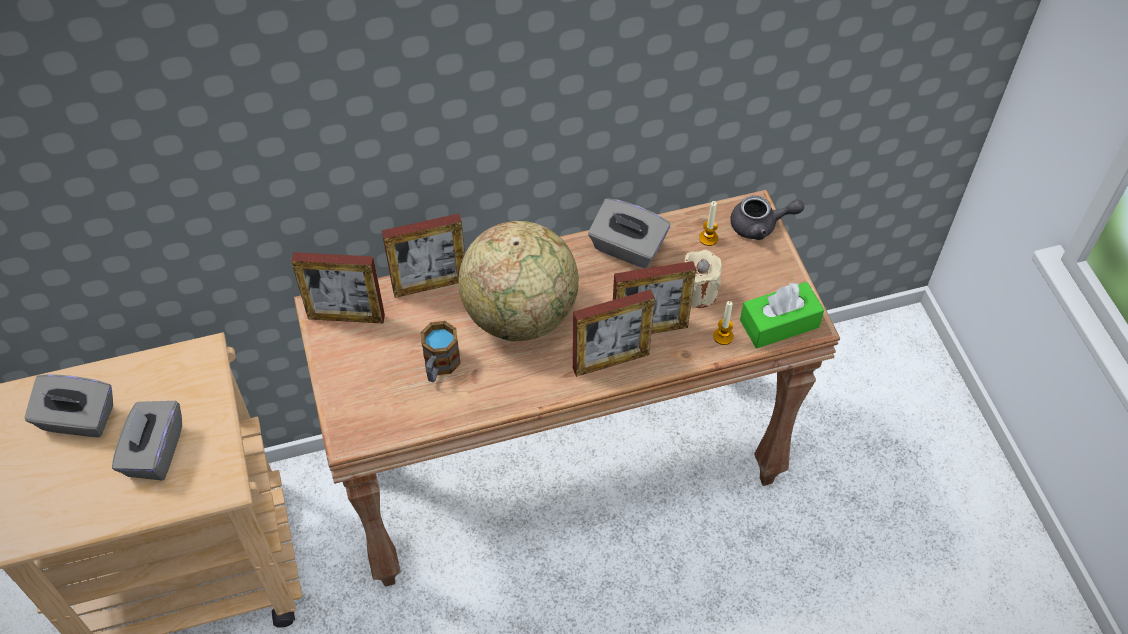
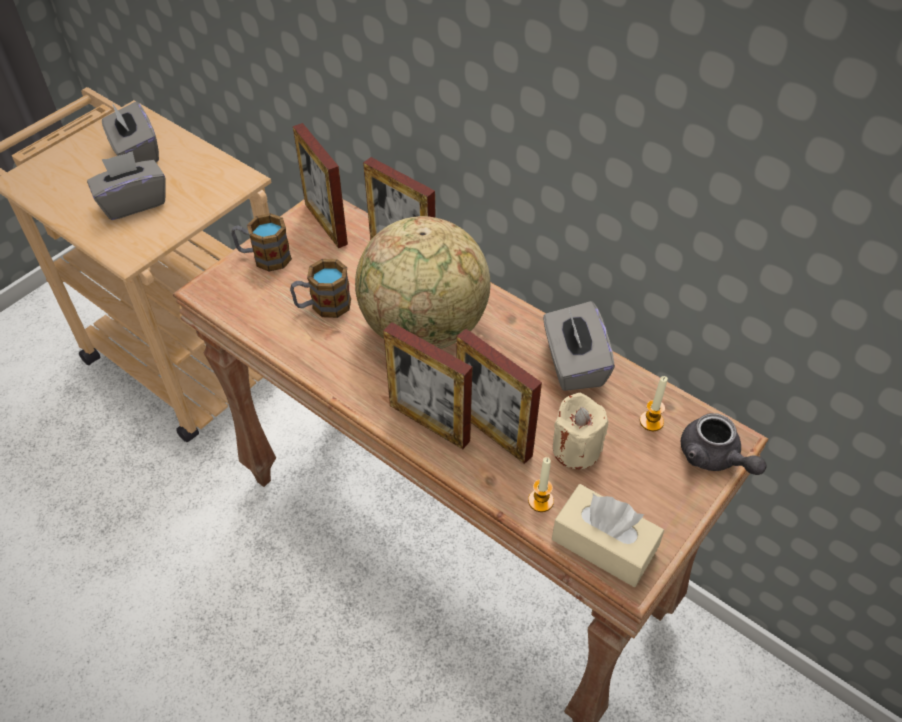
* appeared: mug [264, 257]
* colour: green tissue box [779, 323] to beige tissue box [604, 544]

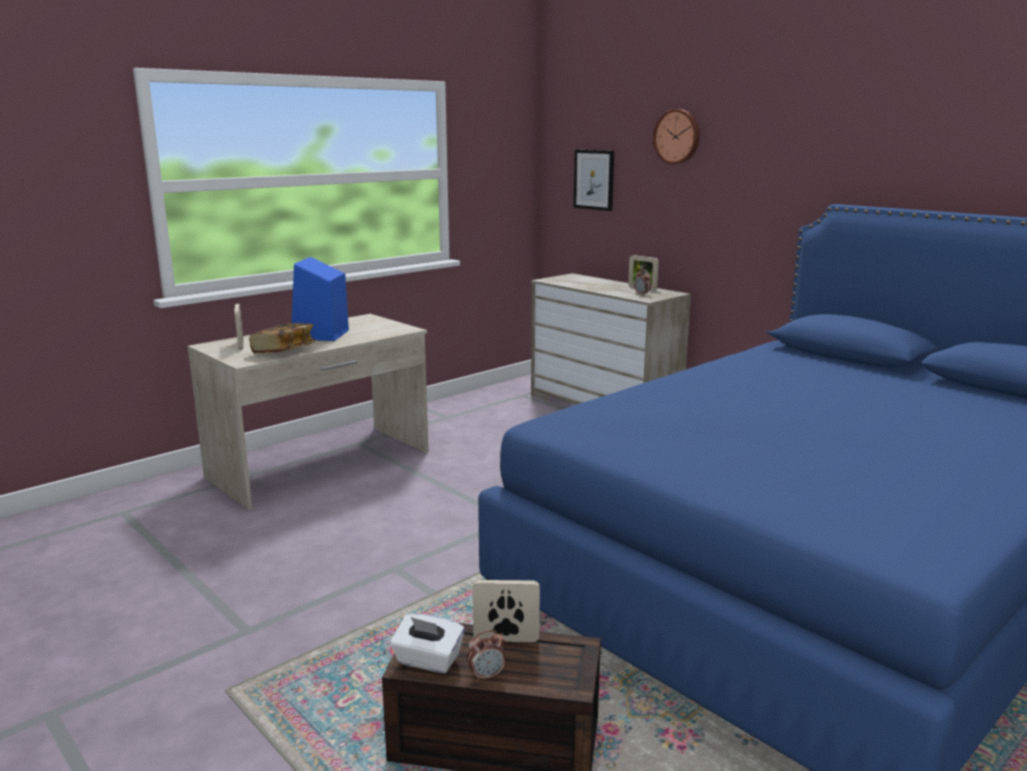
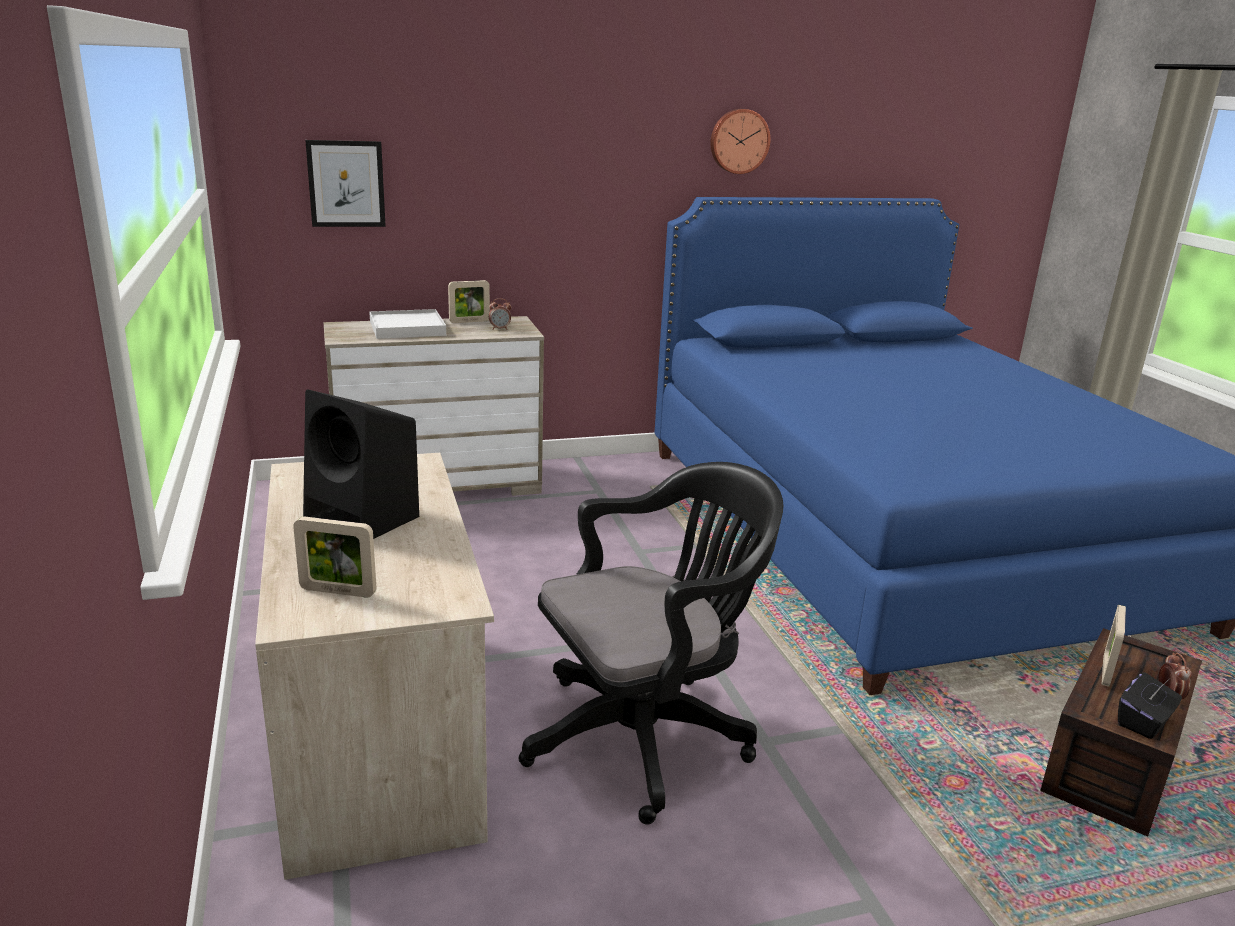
* missing: book [284, 351]
* appeared: white tray [407, 328]
* appeared: black office chair [646, 736]
* relocated: wall clock [677, 136] to [739, 141]
* colour: blue speaker [320, 335] to black speaker [365, 520]
* colour: white tissue box [428, 660] to black tissue box [1144, 722]

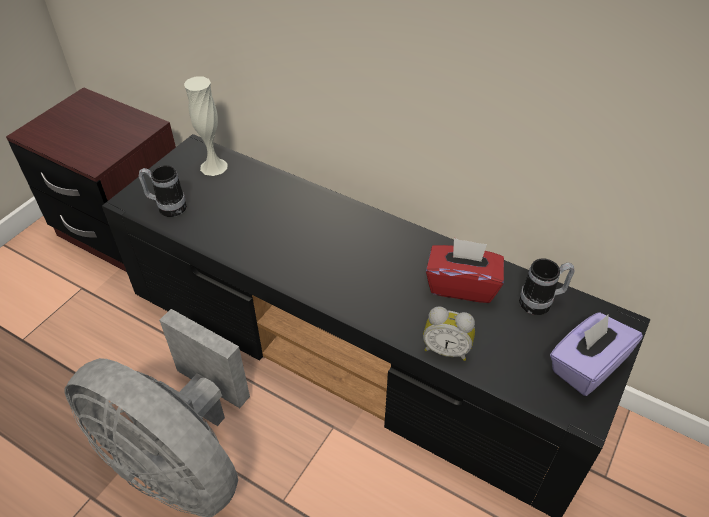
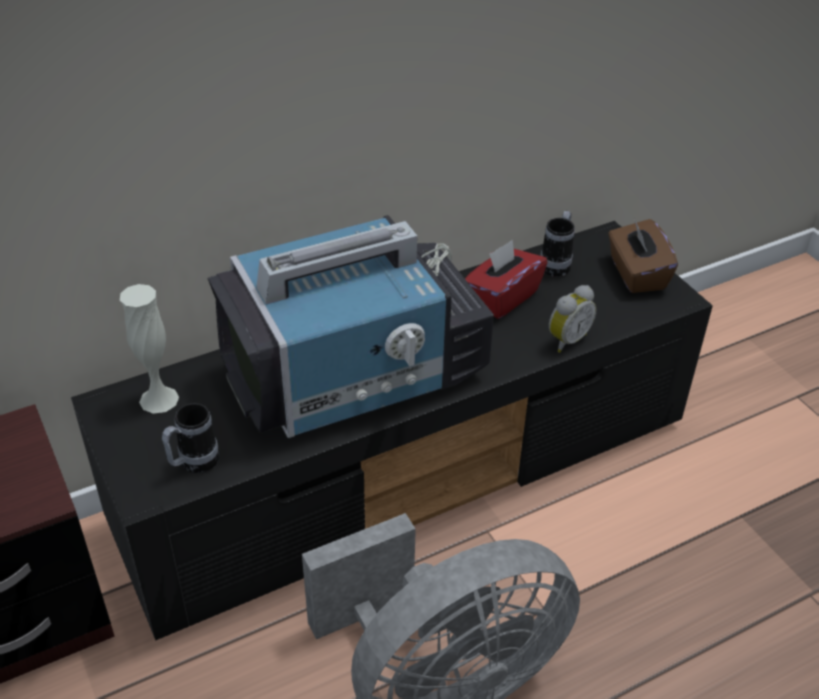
* appeared: television [357, 373]
* colour: purple tissue box [586, 366] to brown tissue box [636, 274]

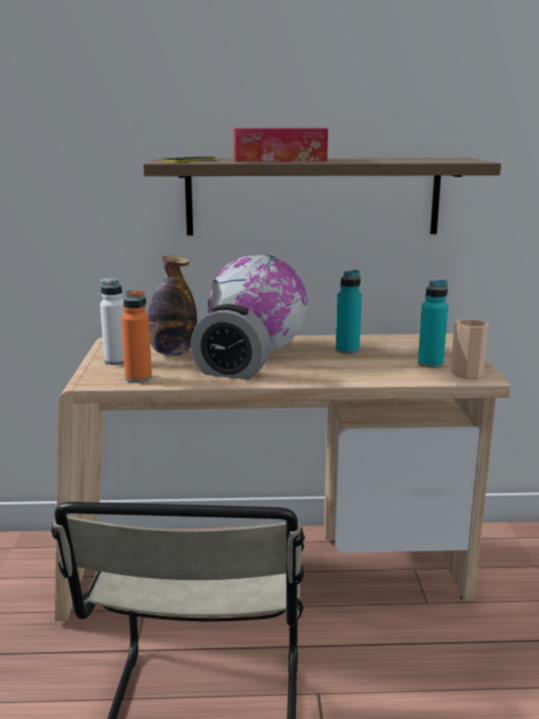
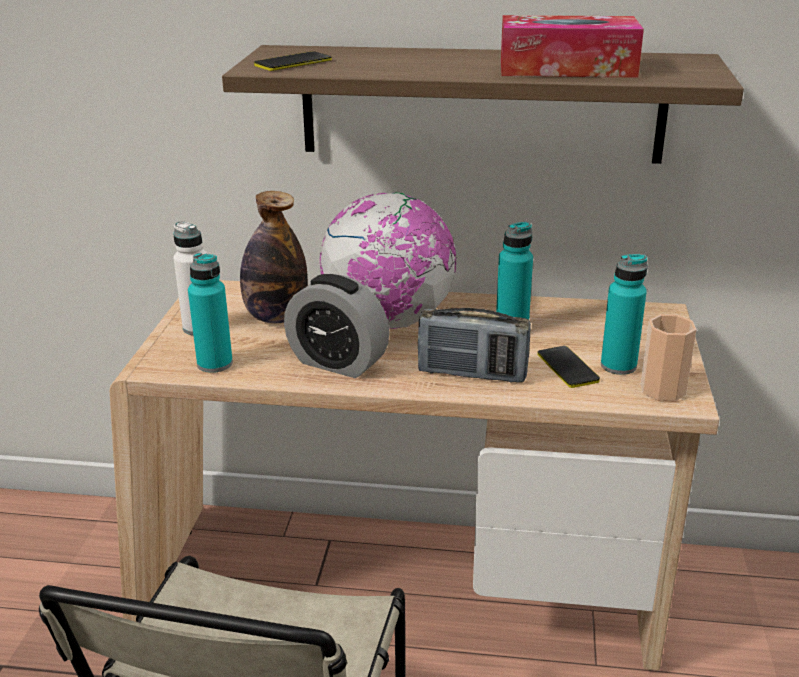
* appeared: radio [472, 374]
* appeared: phone [567, 367]
* relocated: tissue box [279, 160] to [567, 68]
* colour: orange bottle [138, 378] to turquoise bottle [215, 364]

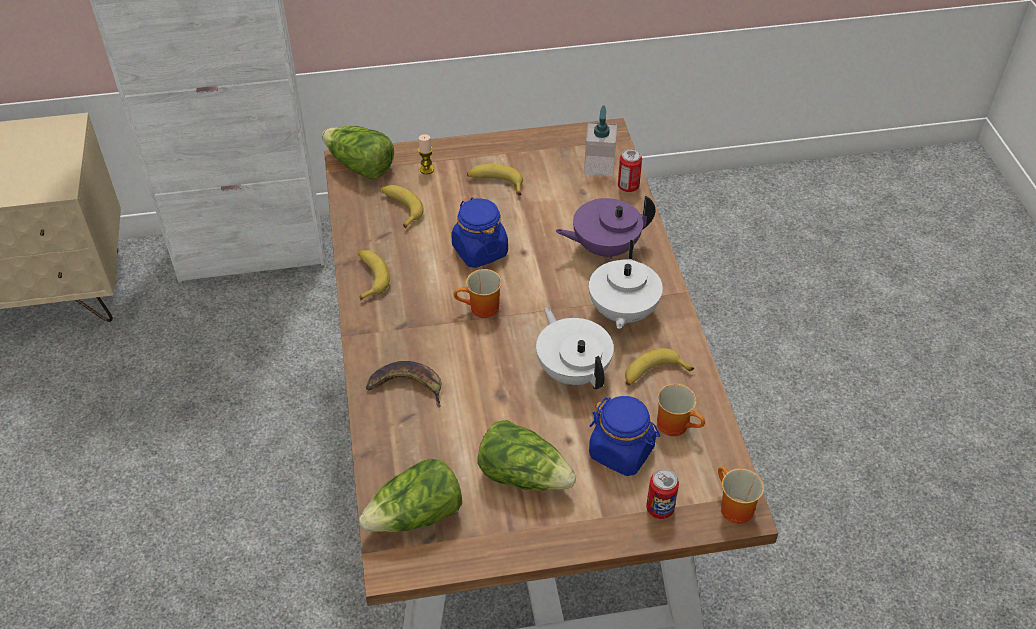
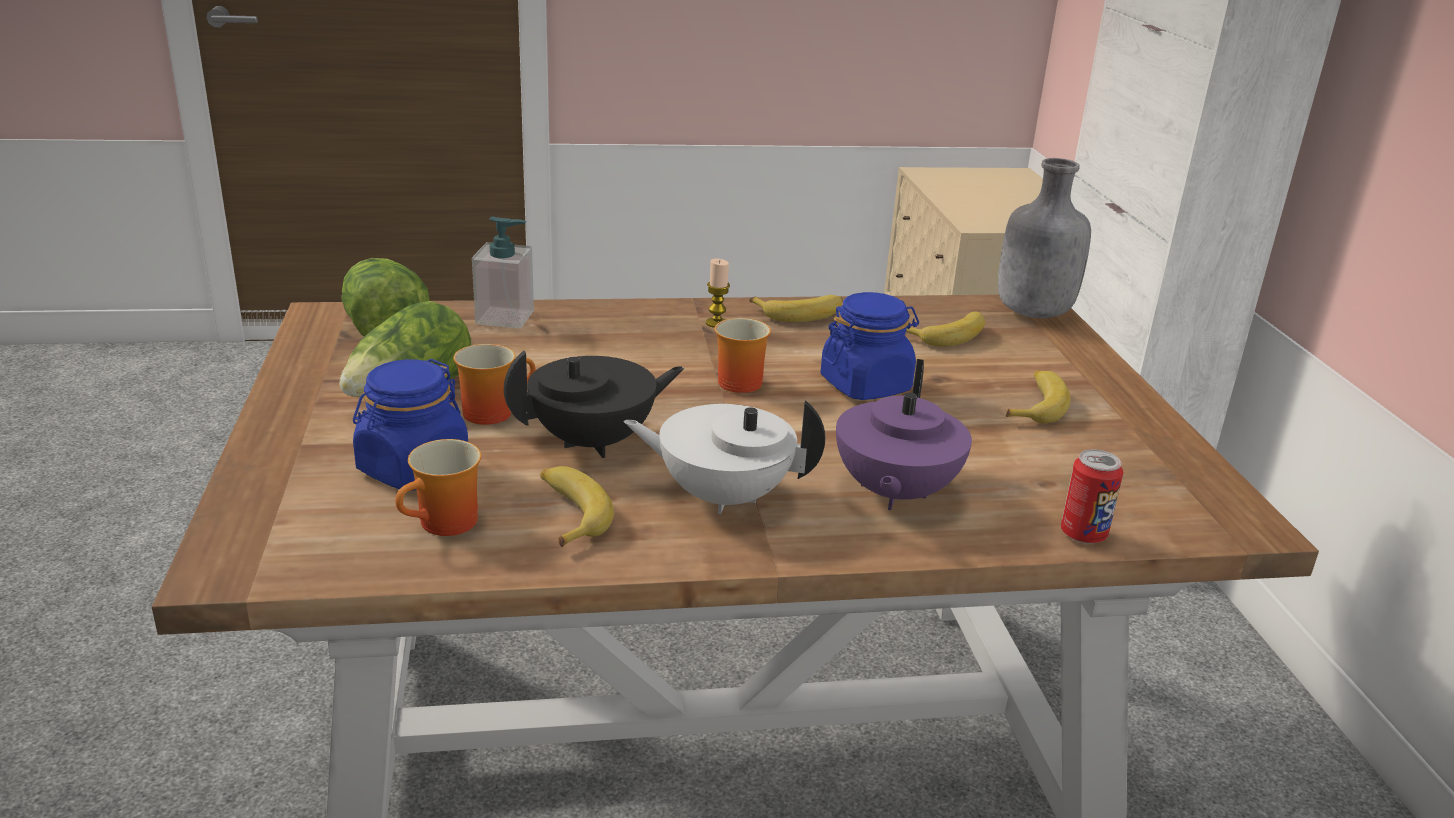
* missing: banana [407, 386]
* missing: can [660, 509]
* relocated: candle [426, 169] to [716, 323]
* relocated: soap dispenser [599, 166] to [505, 317]
* relocated: mug [732, 508] to [492, 411]
* exchanged: lettuce [360, 166] to grey bottle [1031, 312]
* colour: white teapot [573, 371] to black teapot [595, 442]
* spun: purple teapot [604, 247] = [893, 493] 150 degrees counterclockwise

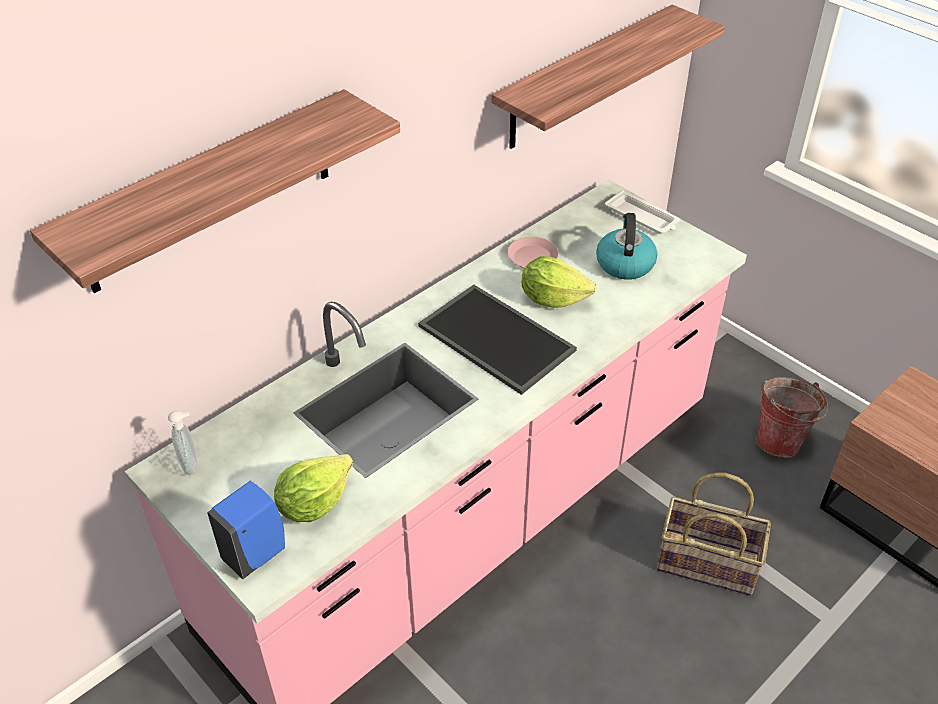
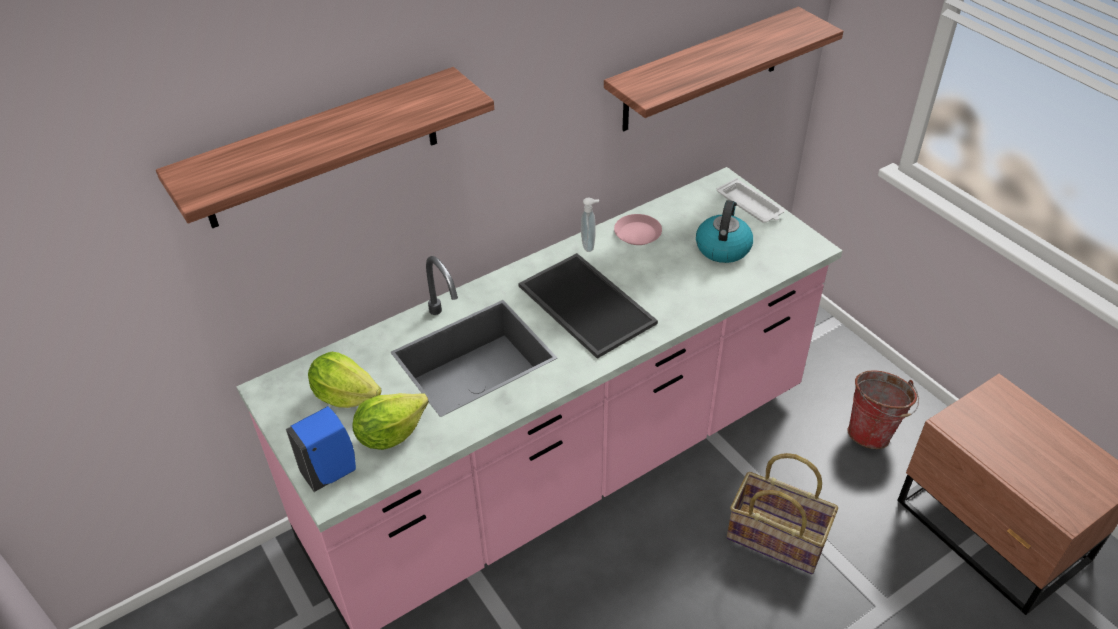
* relocated: soap dispenser [192, 464] to [589, 245]
* relocated: lettuce [553, 298] to [345, 395]

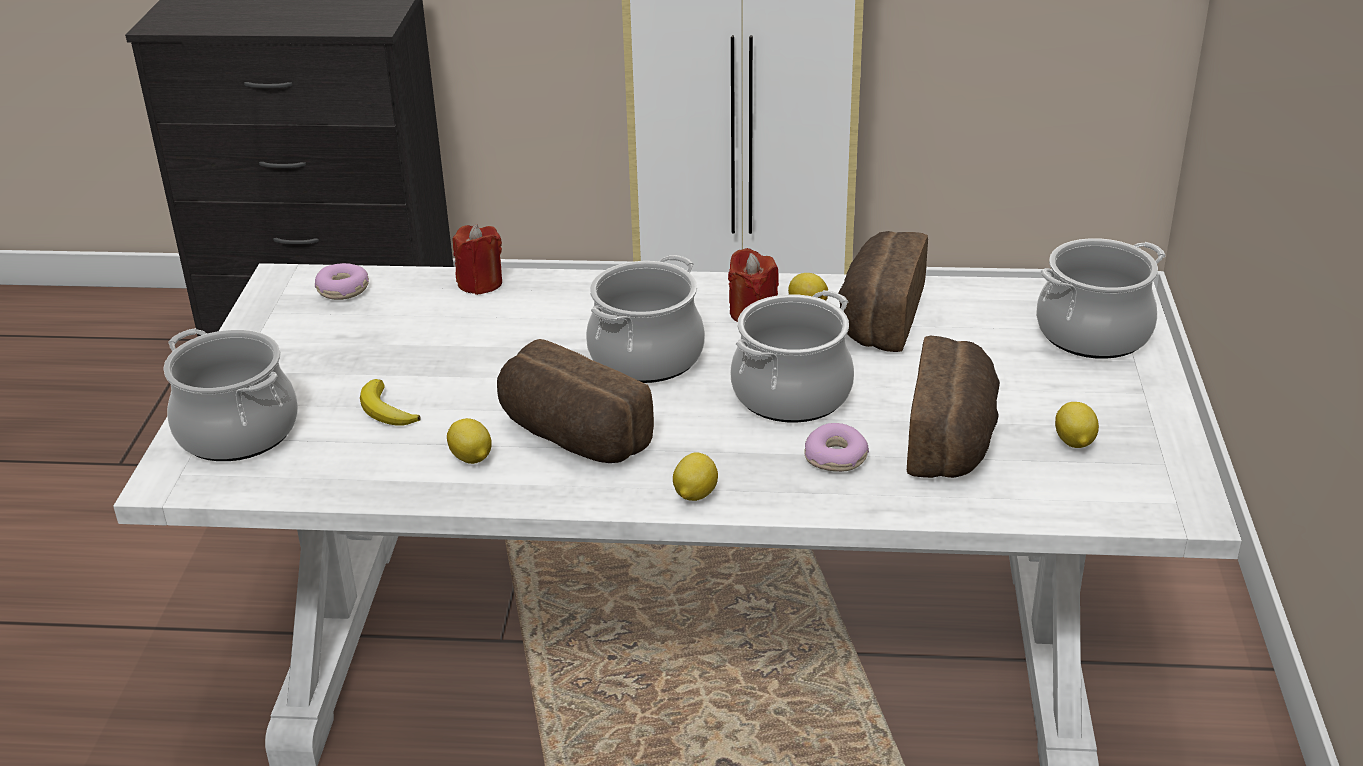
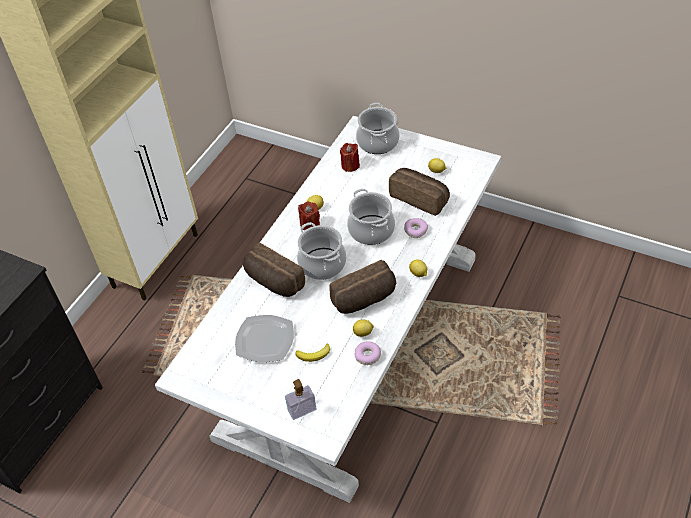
* appeared: plate [264, 339]
* relocated: donut [343, 290] to [368, 356]
* relocated: red candle [480, 283] to [350, 165]
* relocated: bread [878, 316] to [273, 282]
* exchanged: cooking pot [237, 432] to soap dispenser [302, 410]

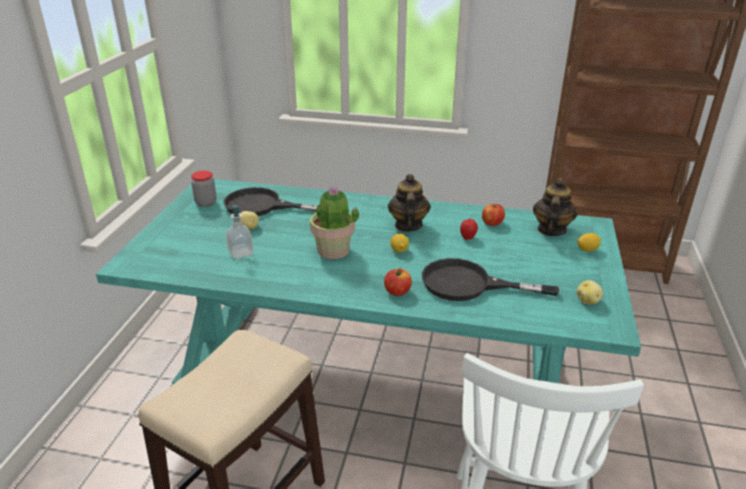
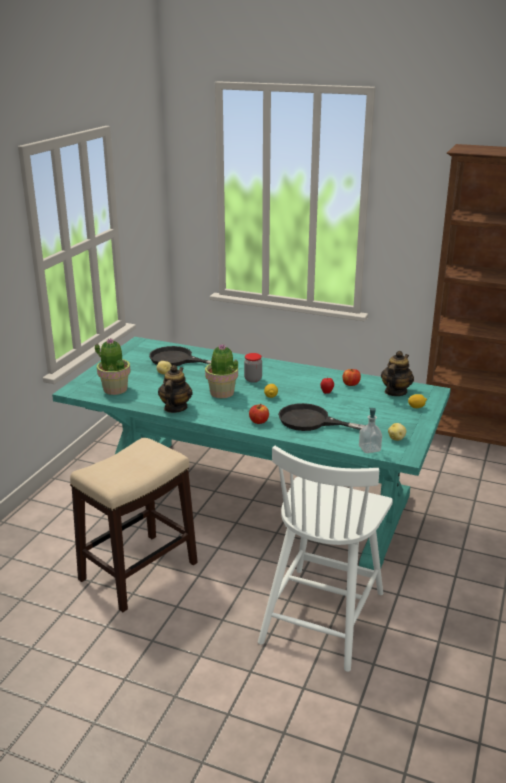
* appeared: potted plant [115, 389]
* relocated: jar [206, 203] to [253, 379]
* relocated: soap dispenser [241, 253] to [369, 449]
* relocated: teapot [408, 225] to [175, 408]

